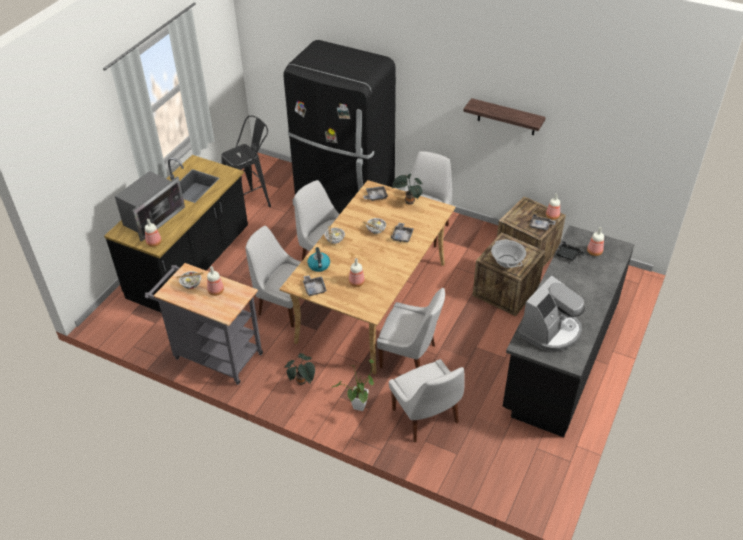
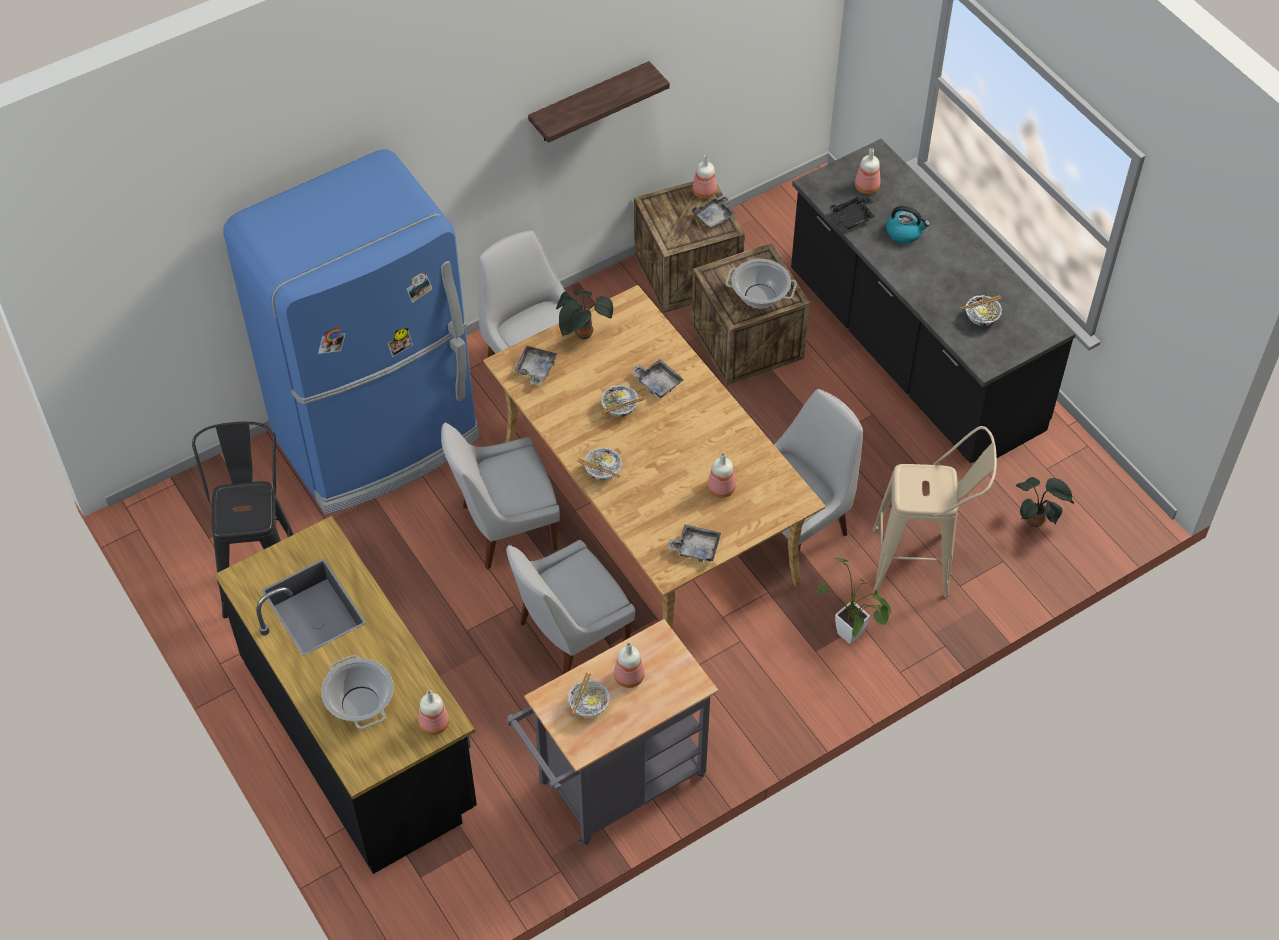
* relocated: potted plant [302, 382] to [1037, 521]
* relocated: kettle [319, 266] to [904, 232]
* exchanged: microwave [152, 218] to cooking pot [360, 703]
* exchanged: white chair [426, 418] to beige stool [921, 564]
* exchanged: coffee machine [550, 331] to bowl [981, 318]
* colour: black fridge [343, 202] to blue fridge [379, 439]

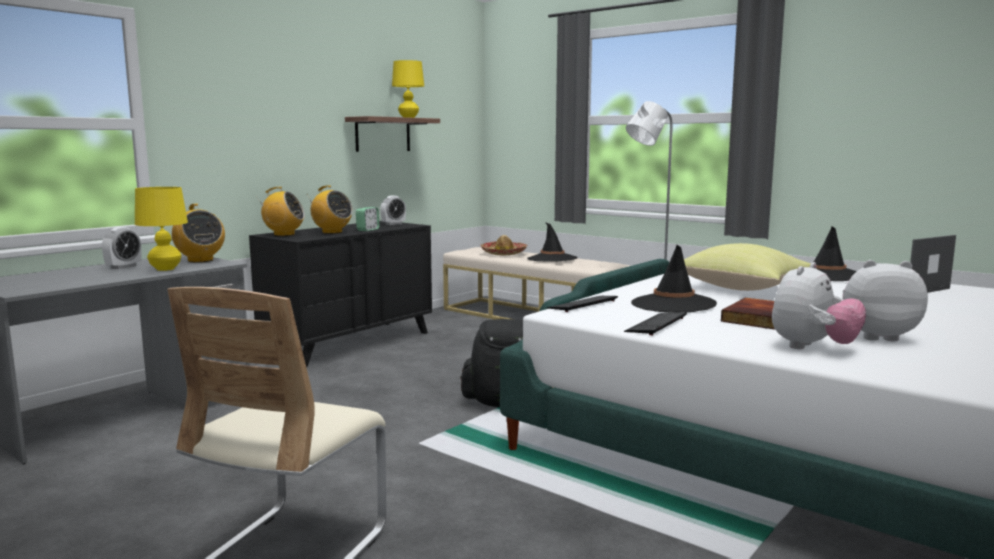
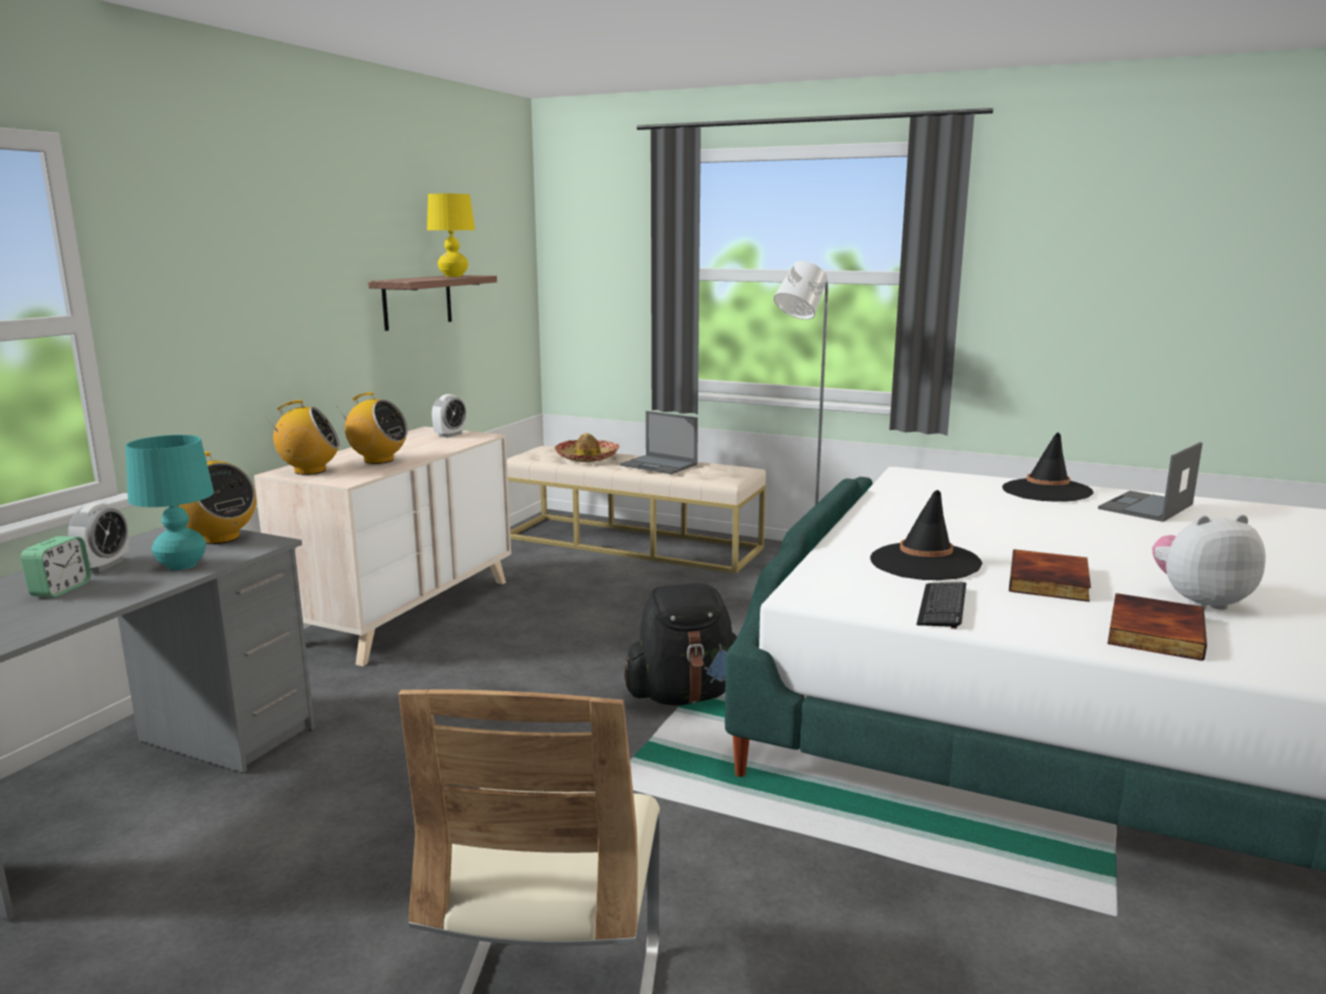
* missing: keyboard [583, 304]
* missing: yellow pillow [744, 288]
* relocated: alarm clock [368, 230] to [61, 589]
* exchanged: black hat [552, 259] to laptop [659, 465]
* exchanged: plush toy [812, 347] to book [1152, 632]
* colour: yellow table lamp [165, 269] to turquoise table lamp [181, 565]
* colour: black dresser [349, 343] to beige dresser [404, 612]

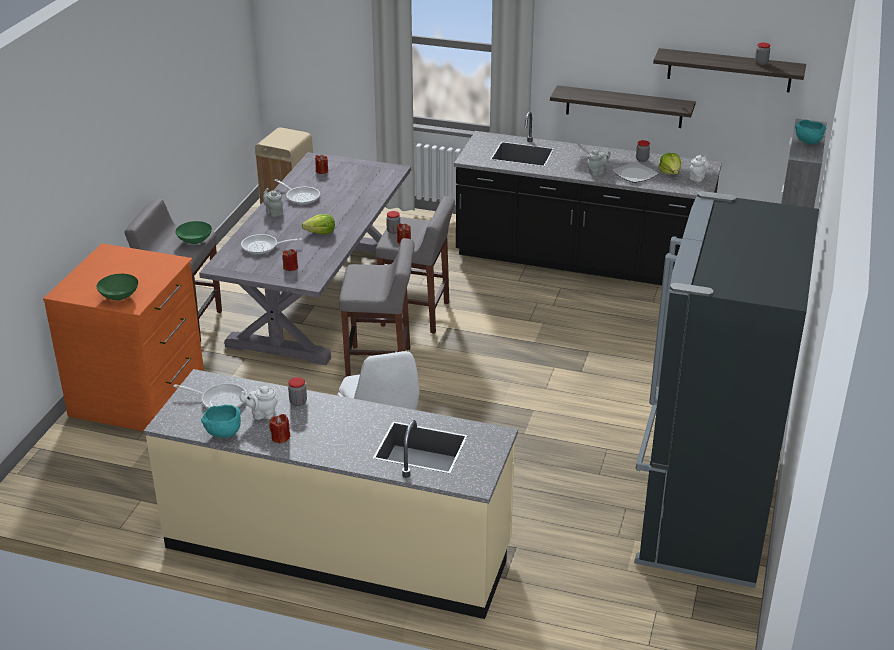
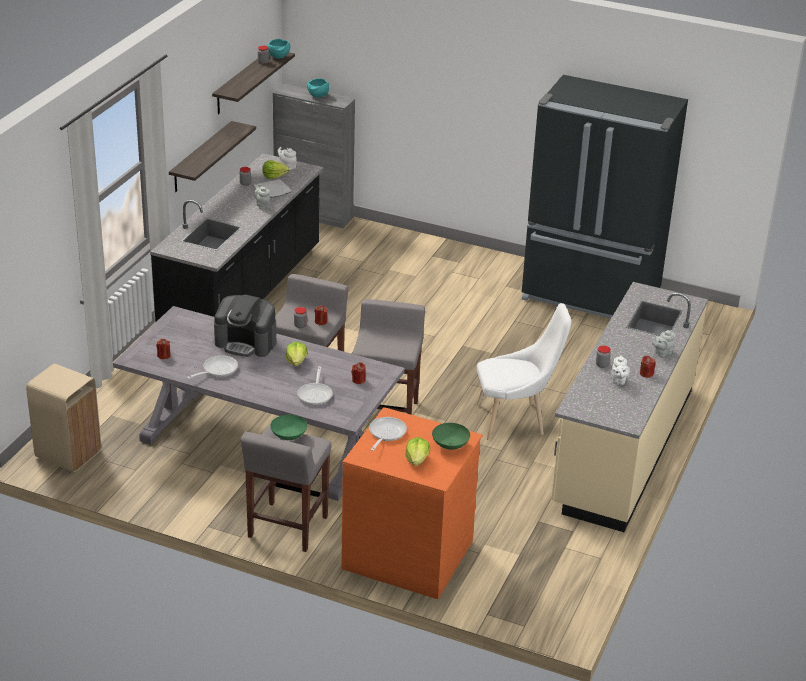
* appeared: coffee machine [246, 343]
* appeared: lettuce [417, 460]
* relocated: frying pan [220, 400] to [386, 434]
* relocated: turquoise bowl [223, 434] to [279, 57]
* relocated: grey teapot [274, 212] to [662, 353]

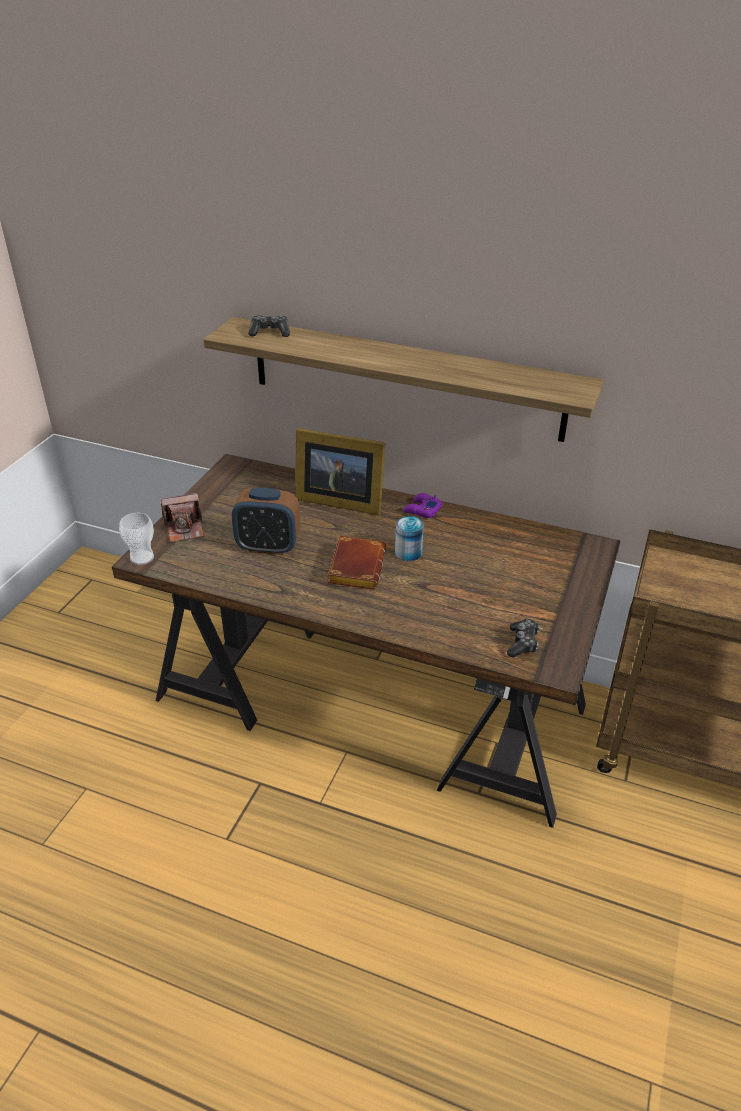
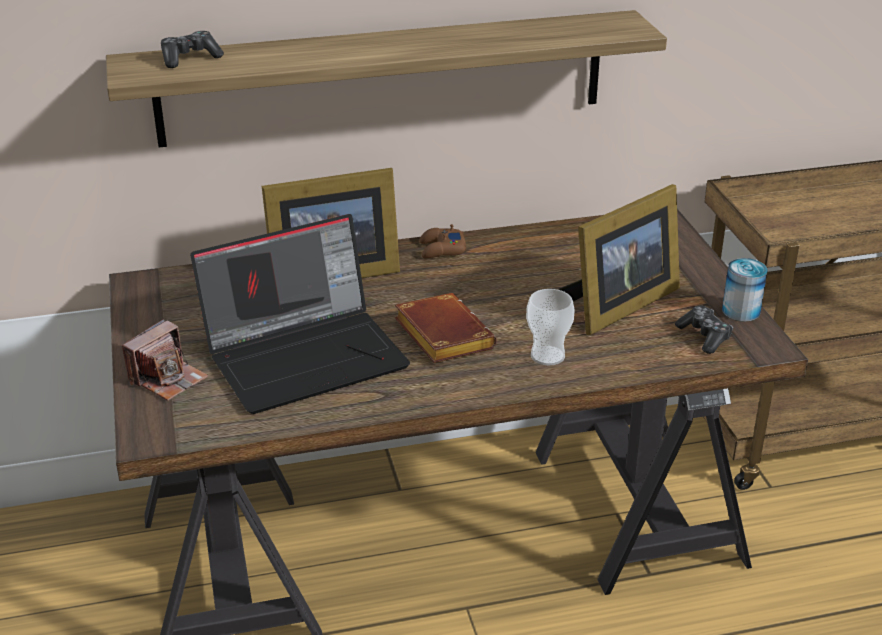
* appeared: picture frame [617, 305]
* relocated: cup [142, 557] to [547, 356]
* relocated: can [408, 553] to [741, 311]
* exchanged: alarm clock [268, 546] to laptop [307, 355]
* colour: purple game controller [422, 510] to brown game controller [441, 249]

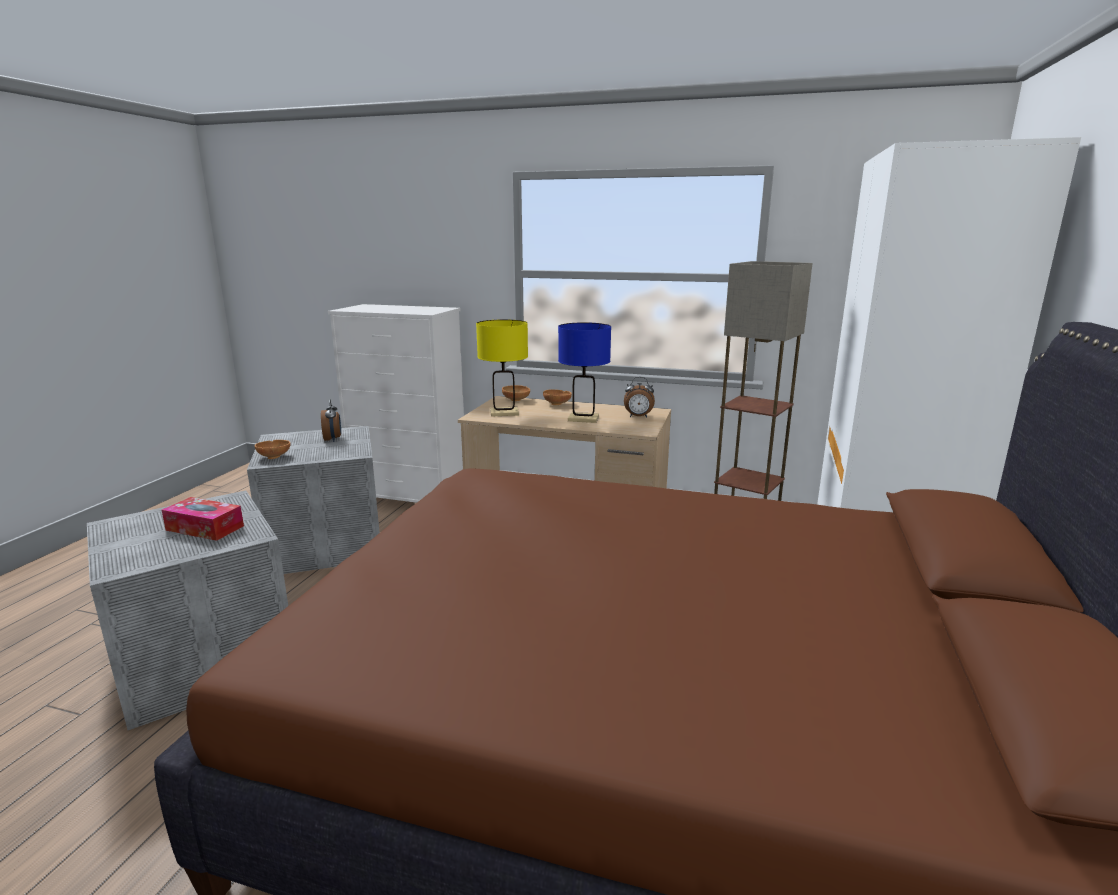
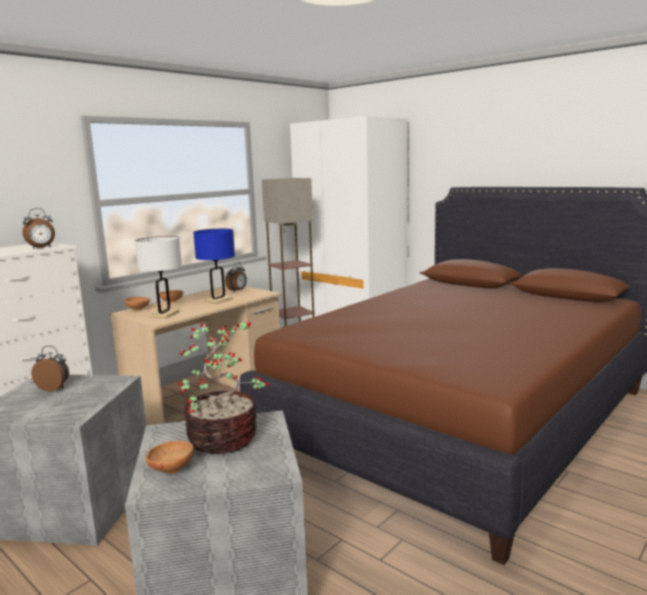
* appeared: alarm clock [41, 247]
* relocated: brown bowl [275, 457] to [171, 469]
* exchanged: tissue box [205, 528] to potted plant [225, 438]
* colour: yellow table lamp [504, 413] to white table lamp [165, 314]

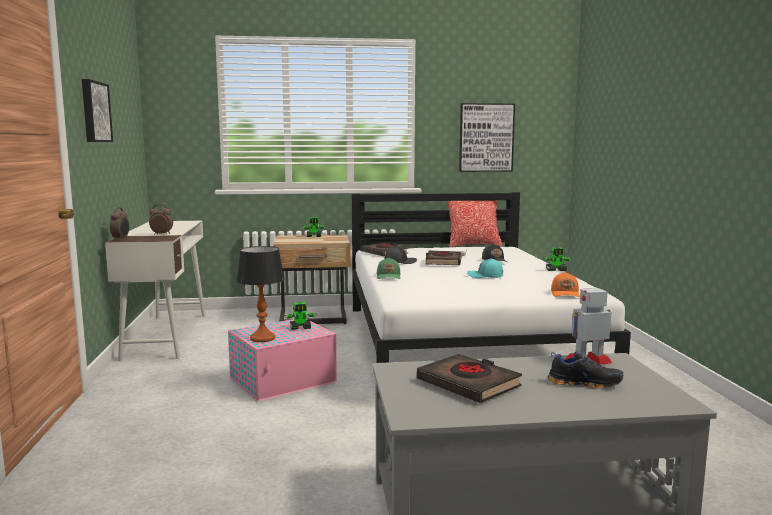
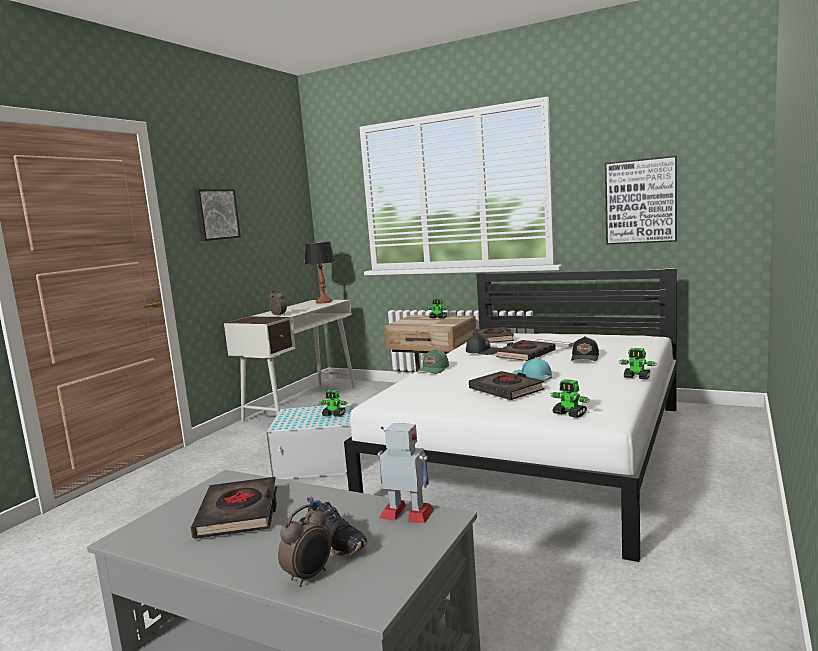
* missing: pillow [473, 245]
* appeared: black book [506, 390]
* relocated: alarm clock [121, 239] to [309, 576]
* relocated: table lamp [262, 338] to [323, 302]
* exchanged: orange cap [566, 294] to toy robot [570, 414]
* colour: pink storage box [284, 380] to white storage box [320, 463]

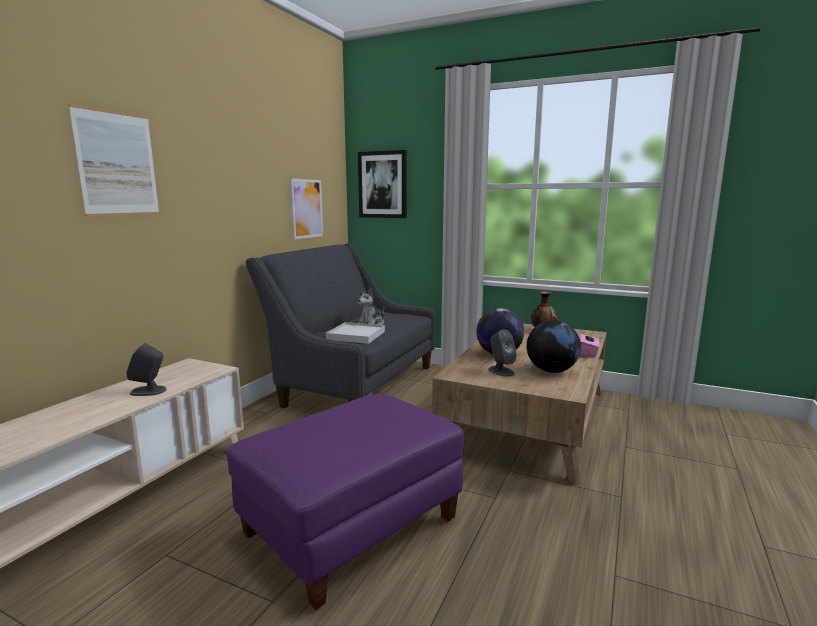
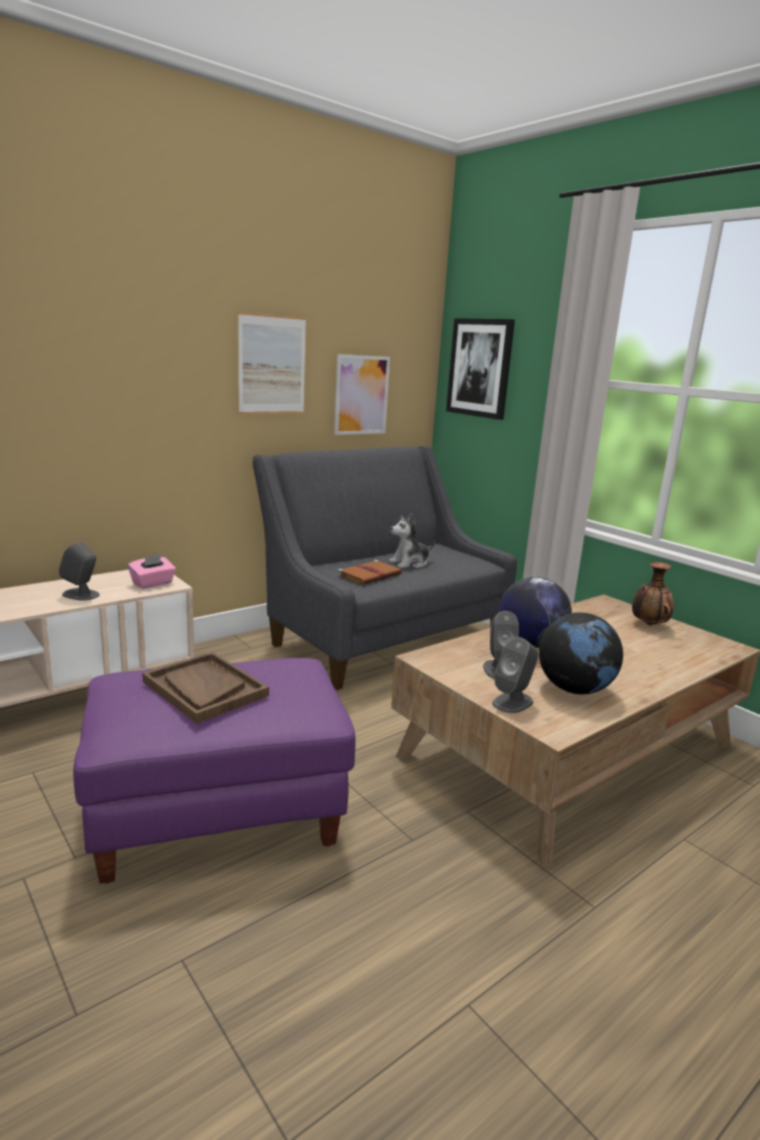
* appeared: brown tray [204, 689]
* appeared: grey speaker [513, 702]
* relocated: picture [117, 164] to [272, 365]
* relocated: pink tissue box [587, 353] to [153, 583]
* exchanged: white tray [356, 335] to brown book [370, 575]

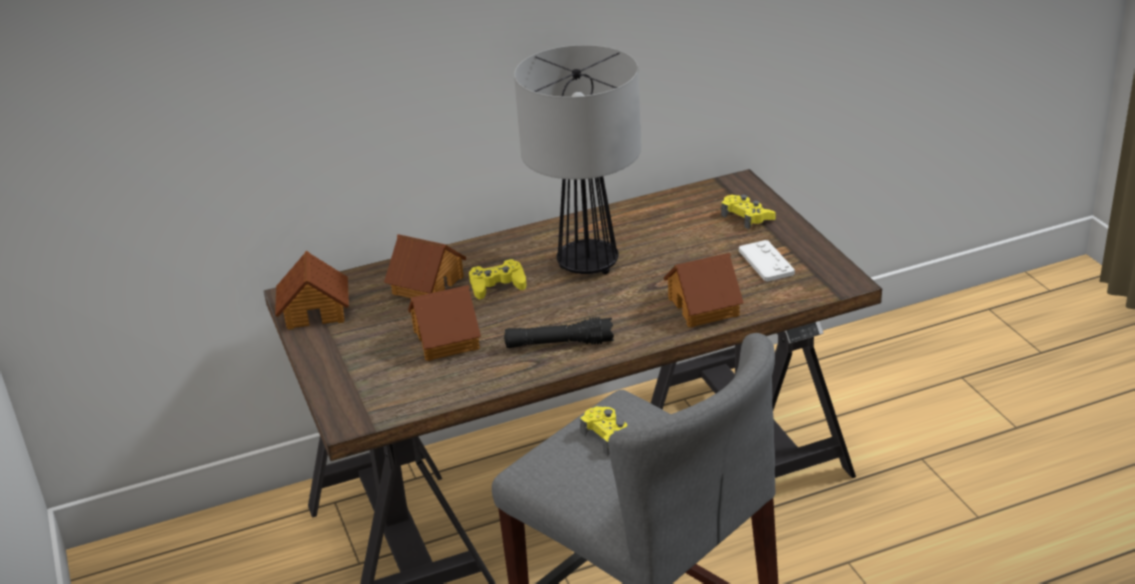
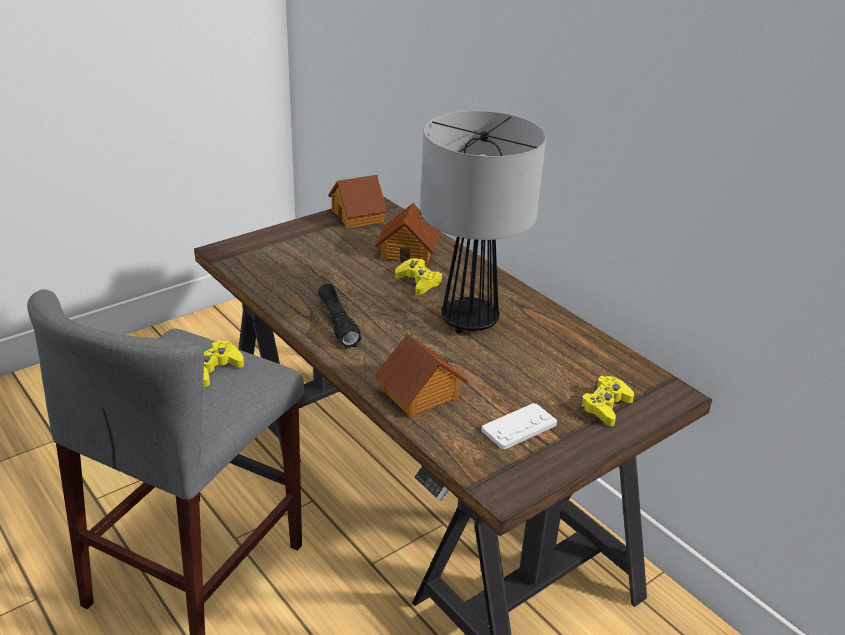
* missing: toy house [447, 339]

